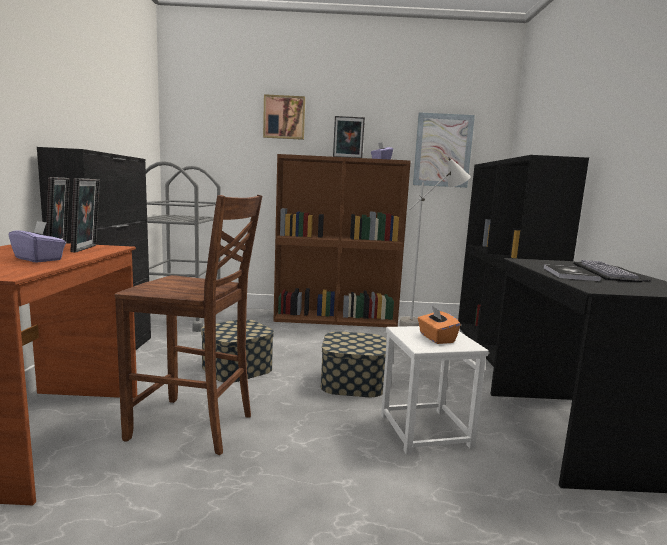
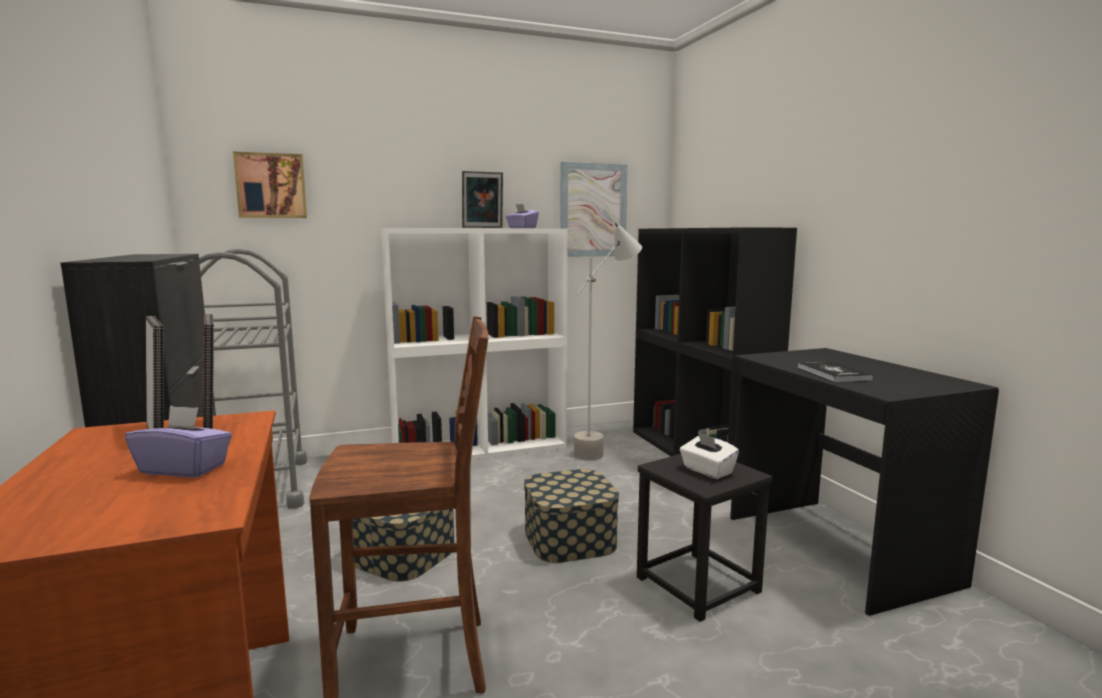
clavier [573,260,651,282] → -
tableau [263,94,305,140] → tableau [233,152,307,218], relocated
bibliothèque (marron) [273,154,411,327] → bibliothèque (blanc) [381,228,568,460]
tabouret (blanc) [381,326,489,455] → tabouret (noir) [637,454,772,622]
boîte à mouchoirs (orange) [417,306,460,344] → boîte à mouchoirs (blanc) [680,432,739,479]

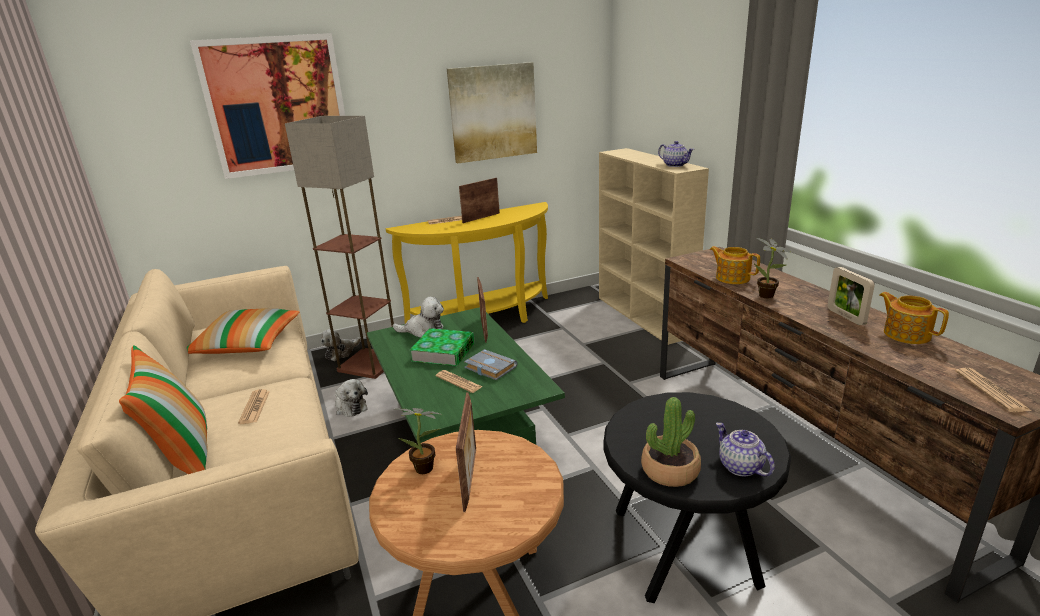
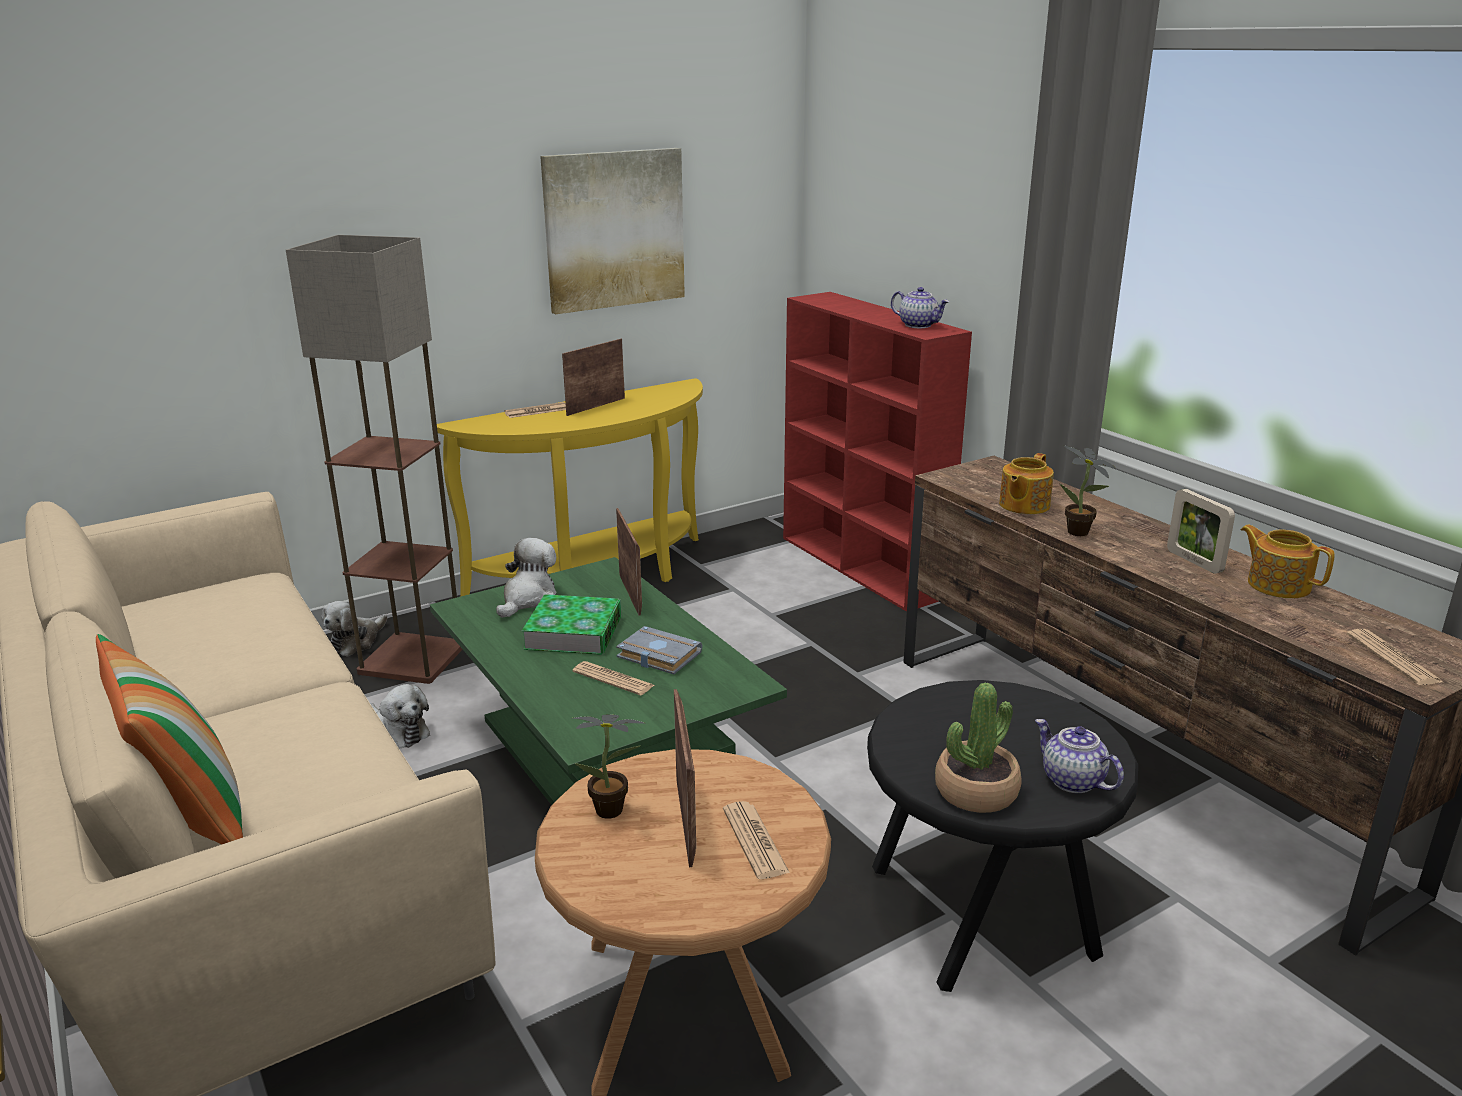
coussin [187,308,299,354] → -
tableau [190,33,345,179] → -
journal [238,389,270,424] → journal [723,801,790,879], relocated
bibliothèque (beige) [599,148,709,345] → bibliothèque (rouge) [783,292,972,612]
peluche [392,297,444,338] → peluche [496,538,556,618], 60 degrees counterclockwise
théière [710,246,760,284] → théière [999,453,1054,514], 90 degrees counterclockwise

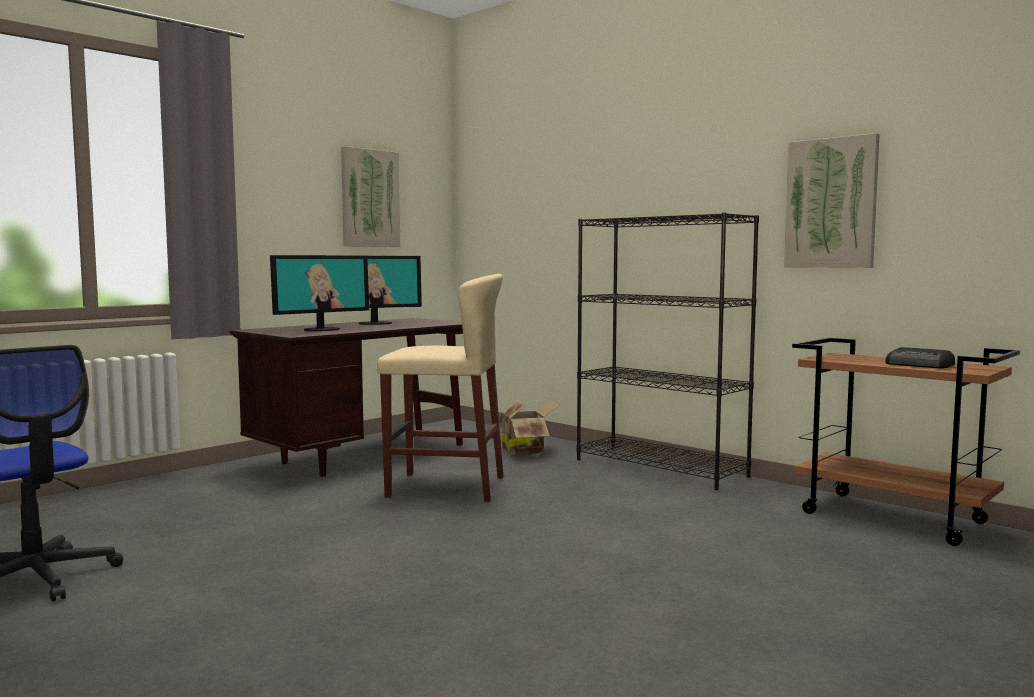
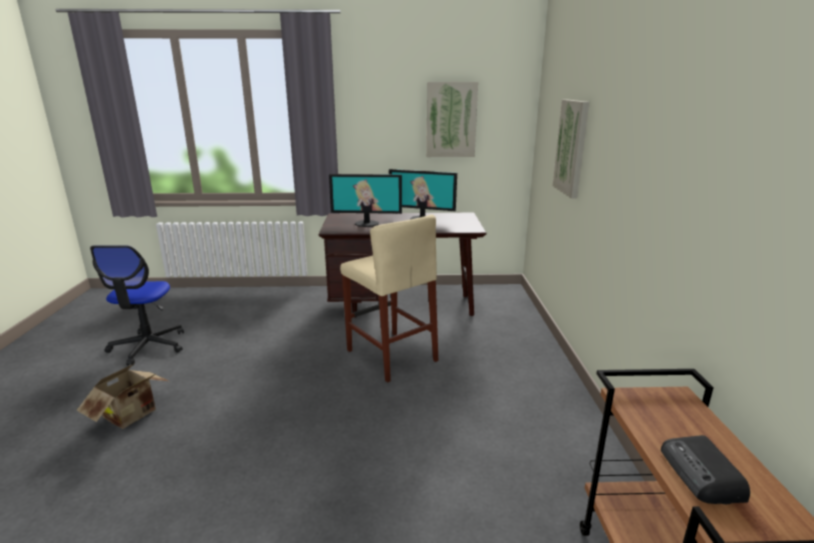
bibliothèque (noir) [576,212,759,490] → -
carton [499,398,560,456] → carton [76,363,171,429], relocated
tableau [784,133,880,268] → tableau [553,99,589,199], relocated

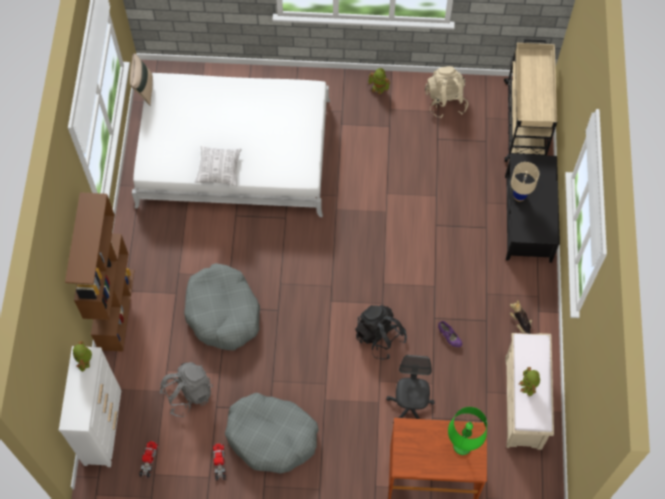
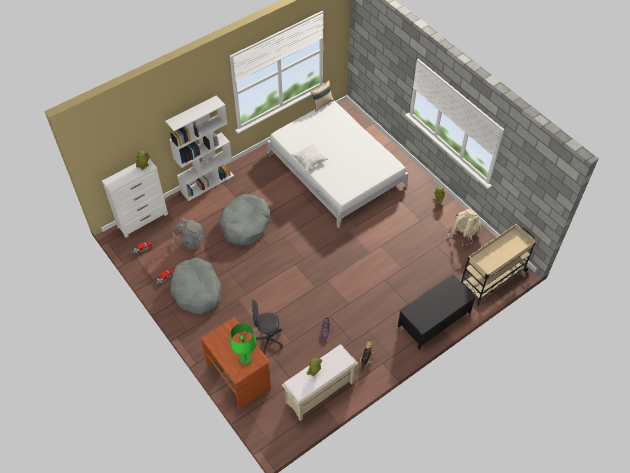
sac à dos (noir) [355,305,407,360] → -
lampe de table (beige) [511,162,539,202] → -
bibliothèque (marron) [65,192,135,352] → bibliothèque (blanc) [165,96,234,201]
chaise de bureau (gris) [386,355,435,424] → chaise de bureau (gris) [252,300,283,354], 150 degrees counterclockwise

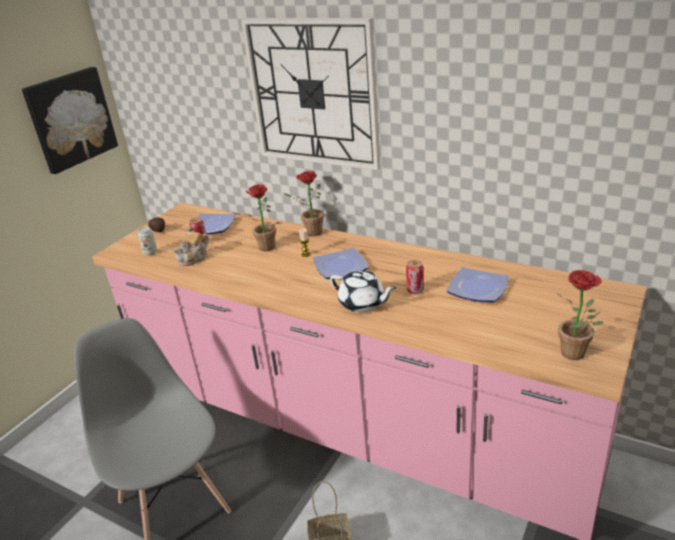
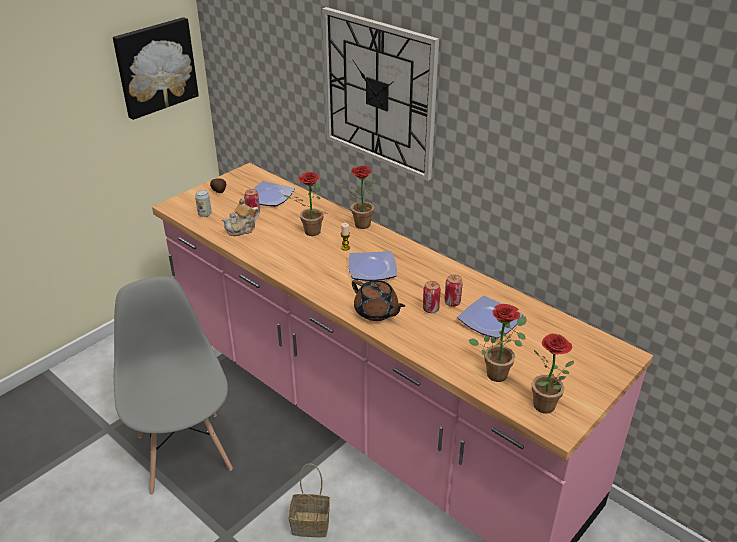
- → boîte métallique [444,275,463,307]
- → plante en pot [469,304,526,382]
théière (blanc) [330,270,396,312] → théière (marron) [352,280,405,321]

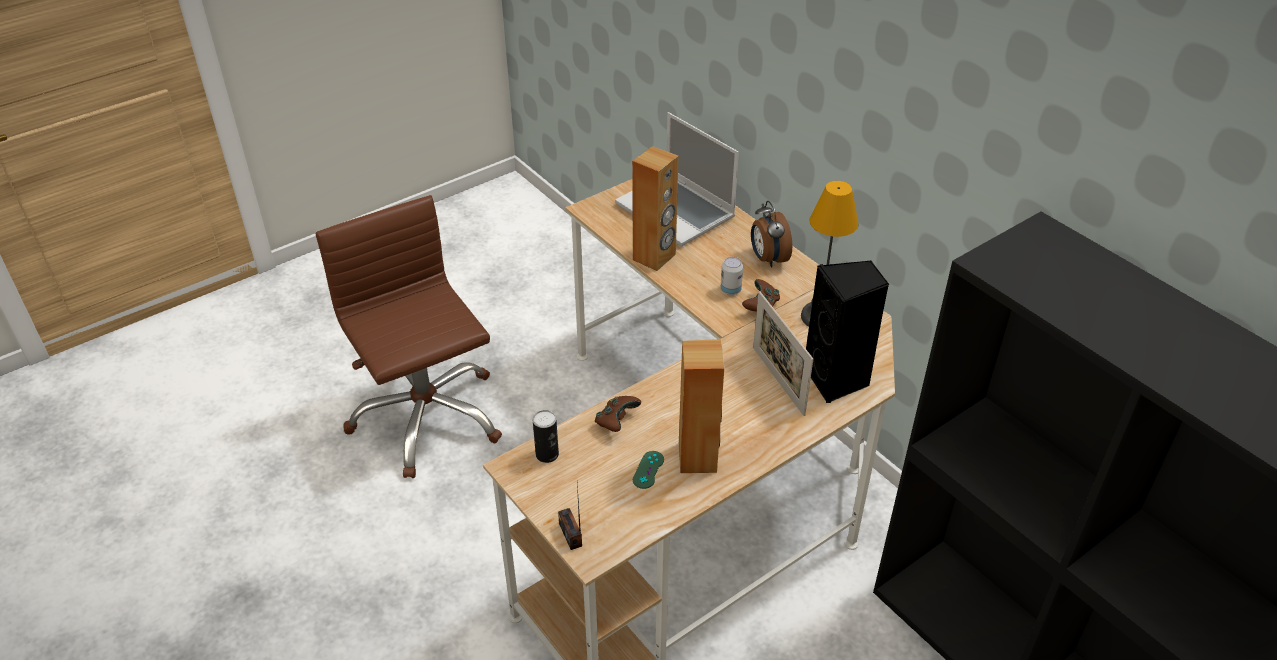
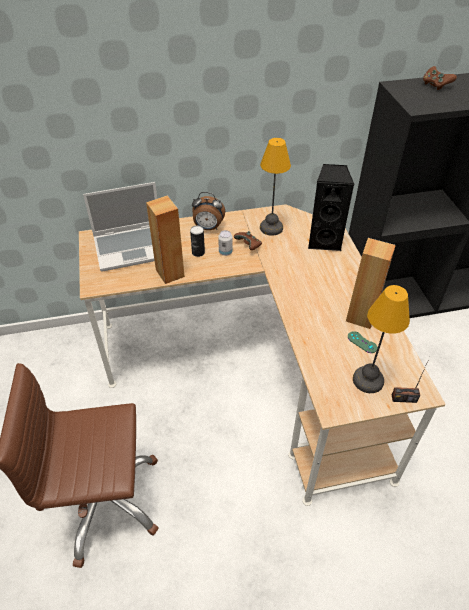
cadre photo [753,291,813,416] → -
- → lampe de table [353,285,410,393]
boîte métallique [533,410,559,463] → boîte métallique [190,225,205,257], relocated
manette (marron) [595,396,641,432] → manette (marron) [423,66,457,90], relocated

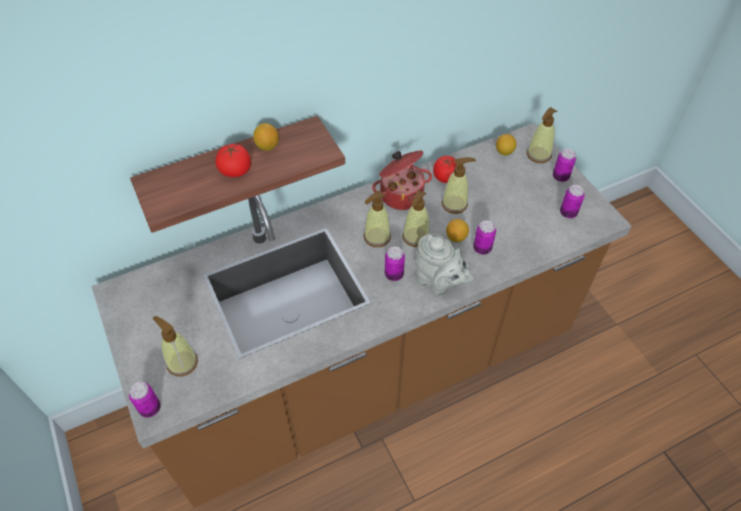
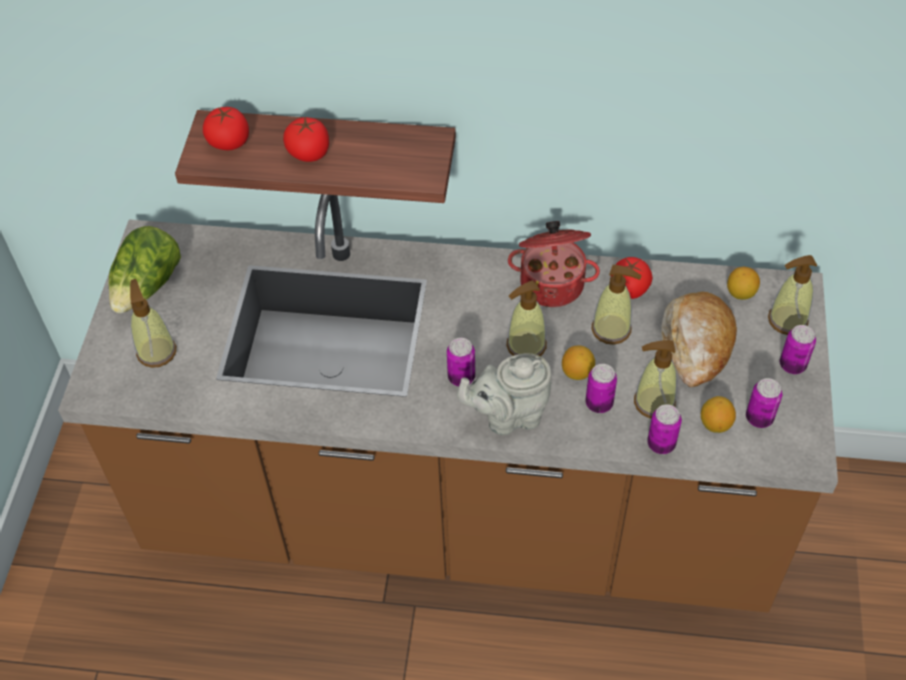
- → laitue [108,226,181,314]
- → tomate [203,107,249,150]
- → pain [661,292,737,387]
boîte métallique [129,382,161,418] → boîte métallique [647,404,682,454], relocated
citron [253,123,279,151] → citron [701,396,736,433], relocated
distributeur de savon [364,190,391,247] → distributeur de savon [634,340,677,419], relocated
théière (gris) [415,234,475,295] → théière (gris) [457,353,552,435], 90 degrees clockwise

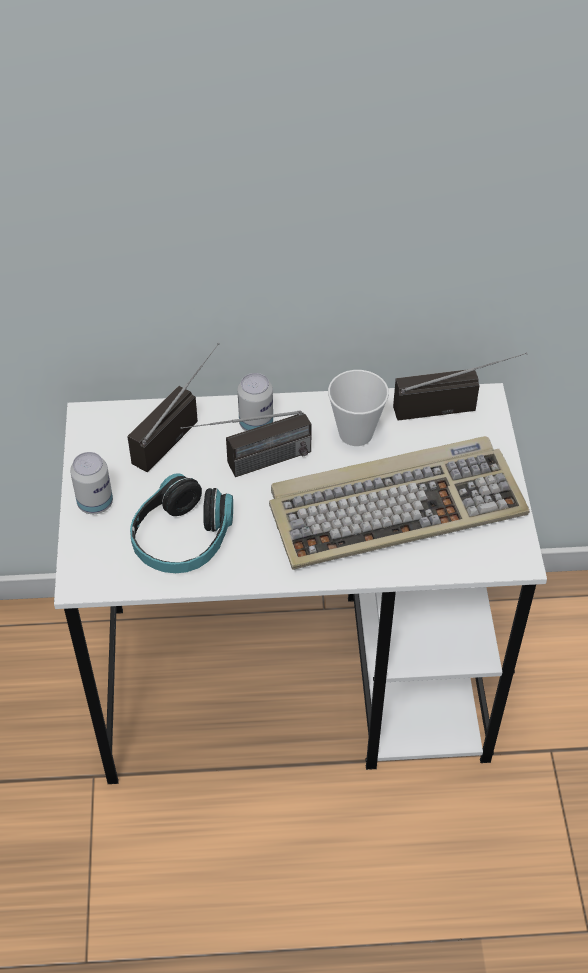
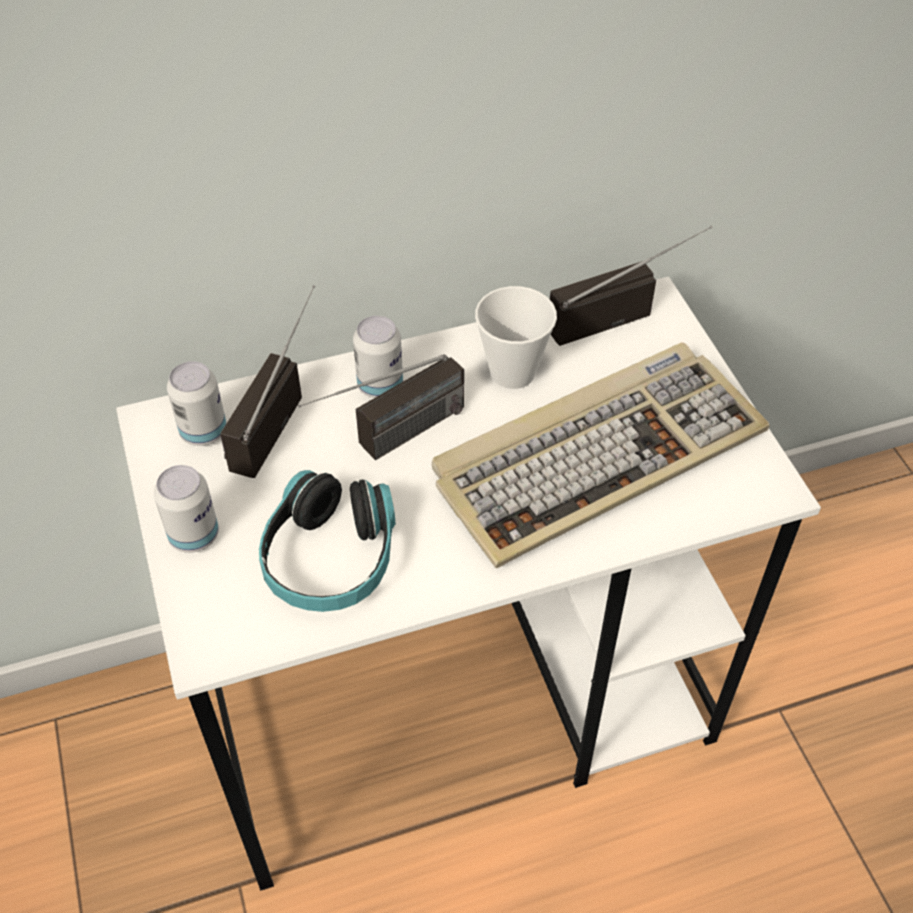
- → boîte métallique [167,361,226,446]

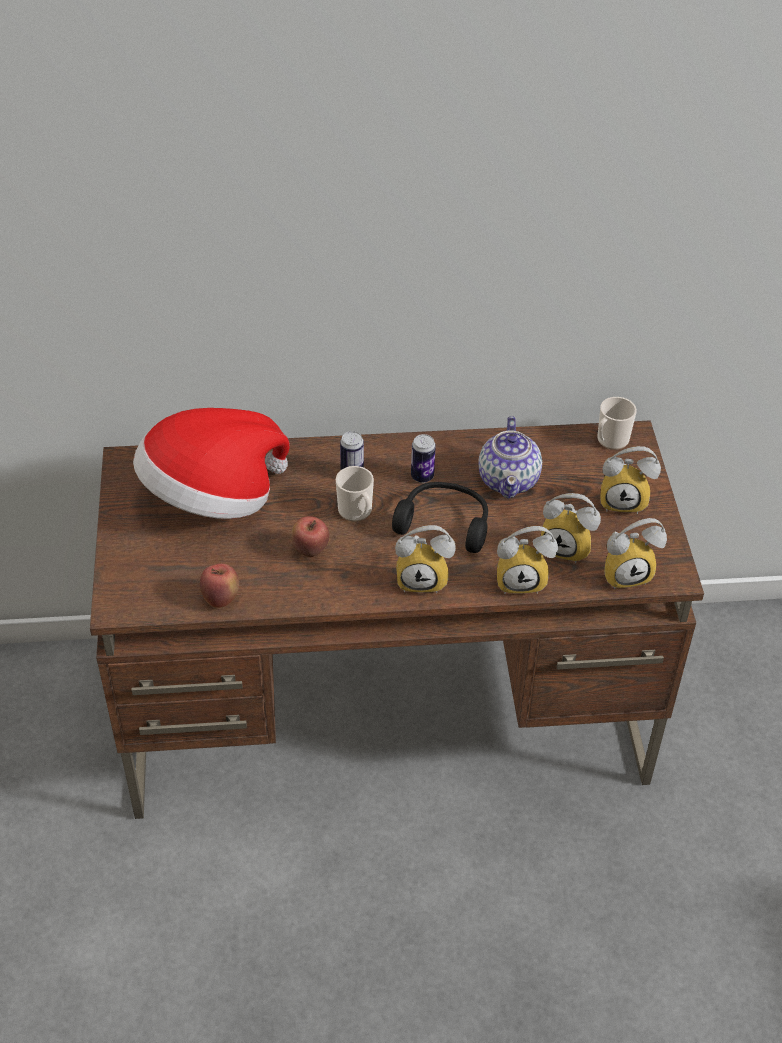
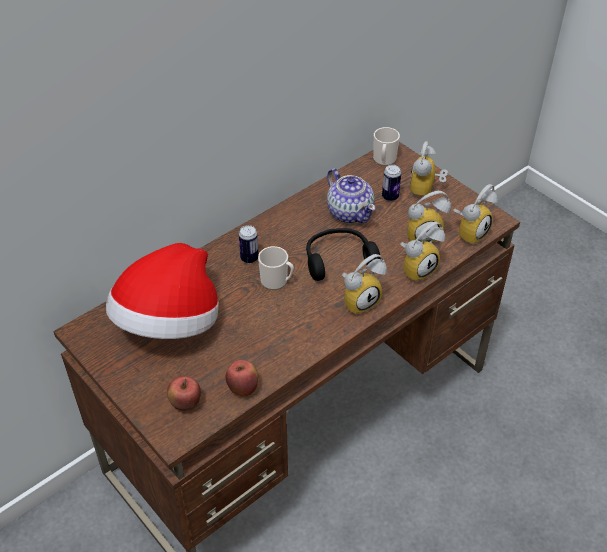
pomme [291,516,330,557] → pomme [167,376,201,411], relocated
boîte métallique [411,434,436,483] → boîte métallique [382,165,401,201], relocated
réveil [600,446,661,514] → réveil [410,141,448,200], 135 degrees clockwise

